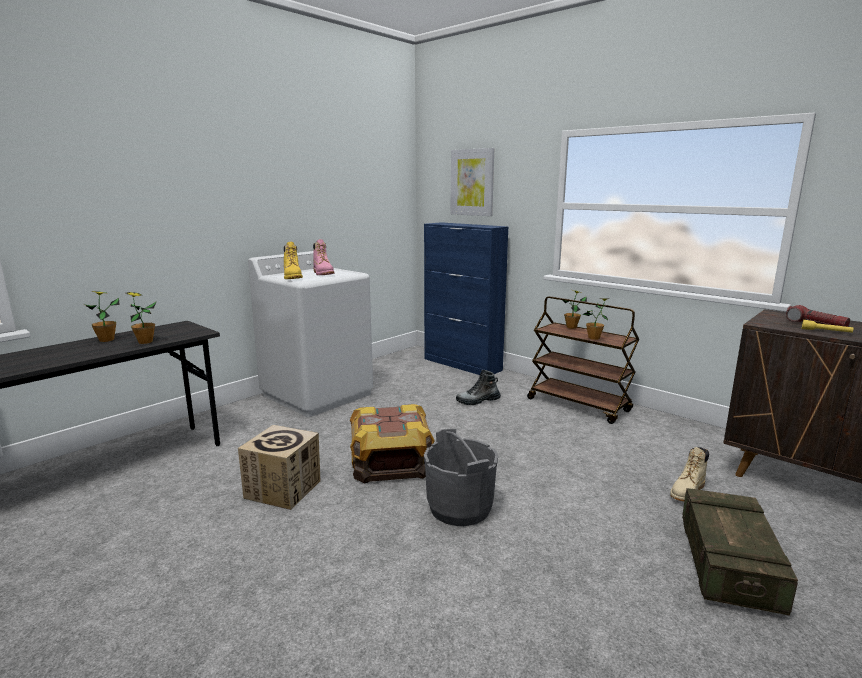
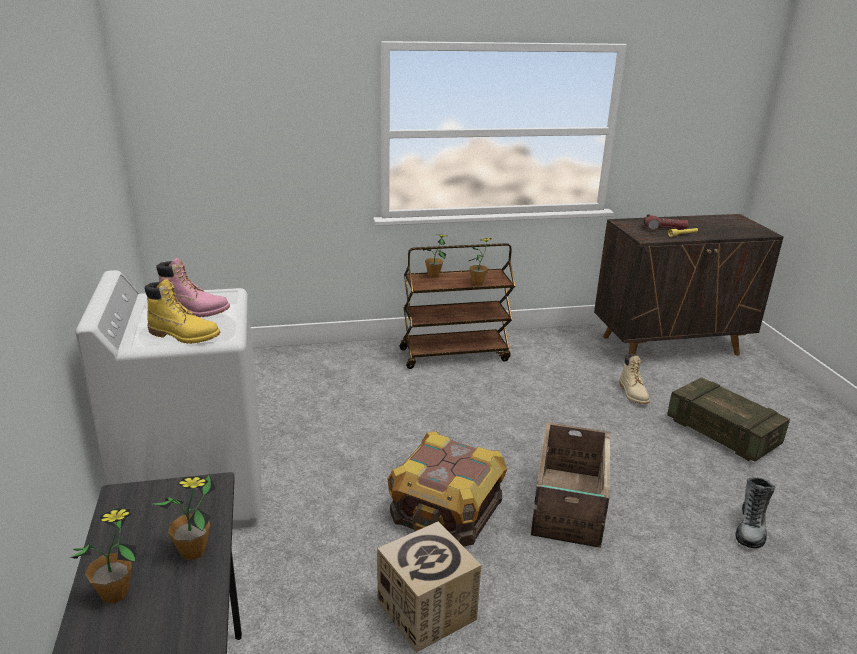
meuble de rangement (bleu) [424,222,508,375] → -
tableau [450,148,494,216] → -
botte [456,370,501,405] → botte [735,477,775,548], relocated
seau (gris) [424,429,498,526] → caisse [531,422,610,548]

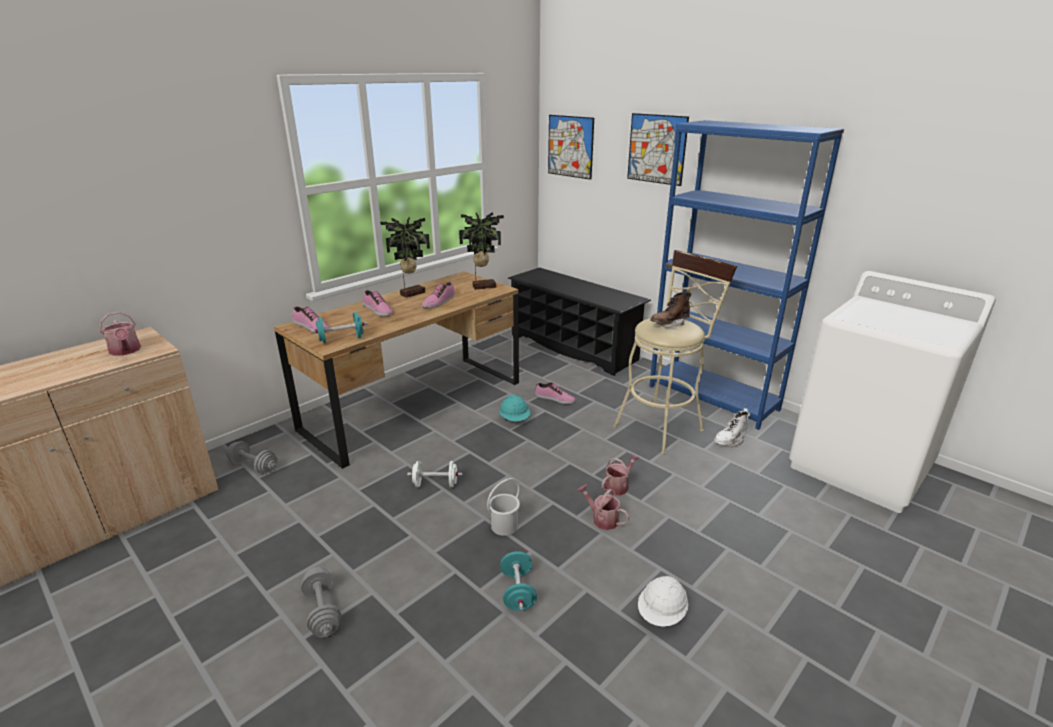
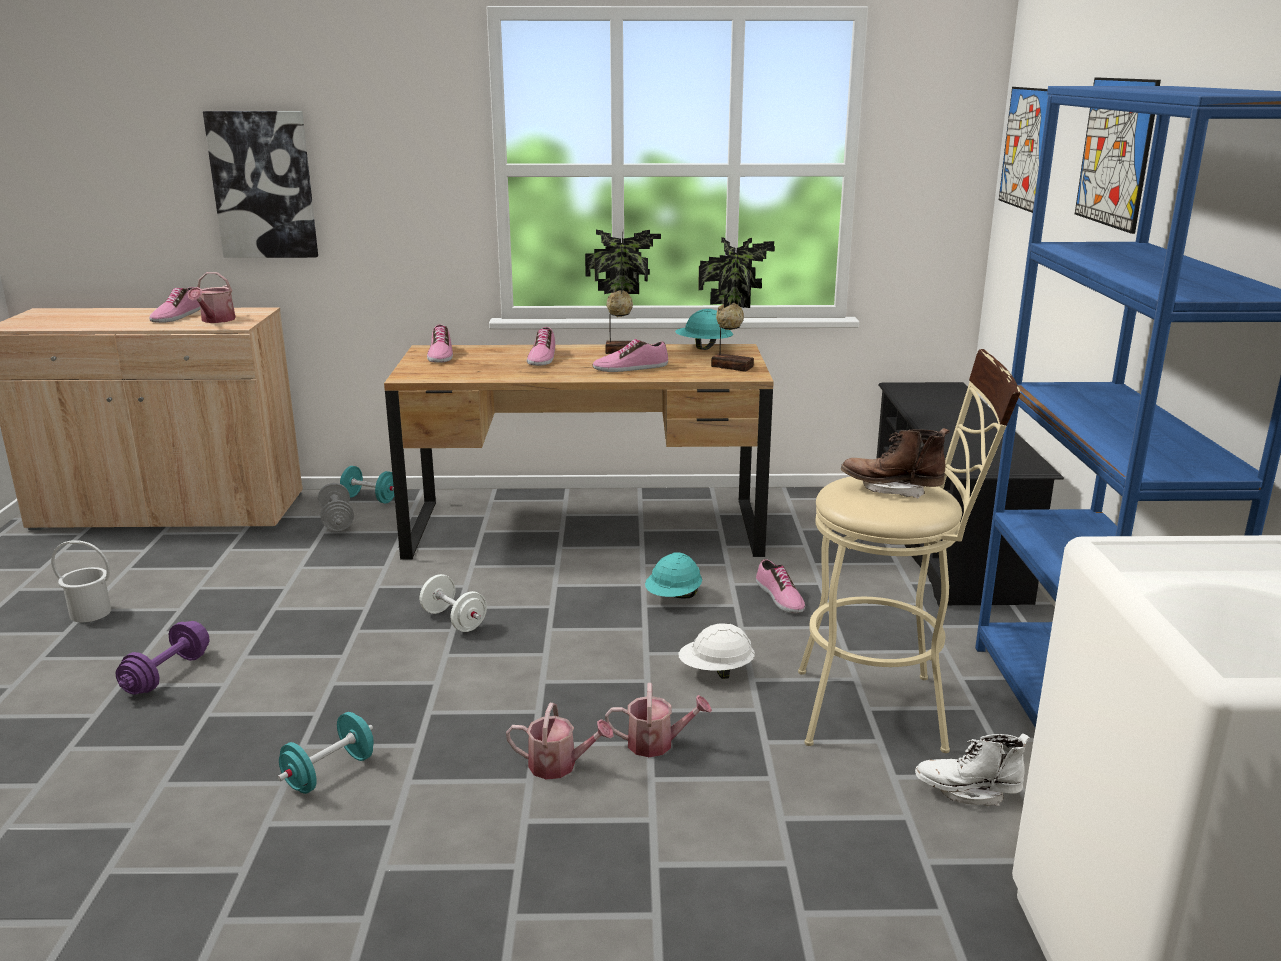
- → chaussure [149,287,200,323]
- → tableau [203,111,318,258]
- → casque de chantier (turquoise) [675,309,733,350]
haltère (turquoise) [311,312,368,343] → haltère (turquoise) [340,466,394,503], relocated
seau (blanc) [487,478,520,536] → seau (blanc) [51,540,111,622], relocated
casque de chantier (blanc) [638,576,688,627] → casque de chantier (blanc) [679,623,755,679], relocated
haltère (gris) [301,567,341,638] → haltère (violet) [116,621,210,695]
arrosoir [577,484,630,530] → arrosoir [506,703,614,779], 105 degrees clockwise

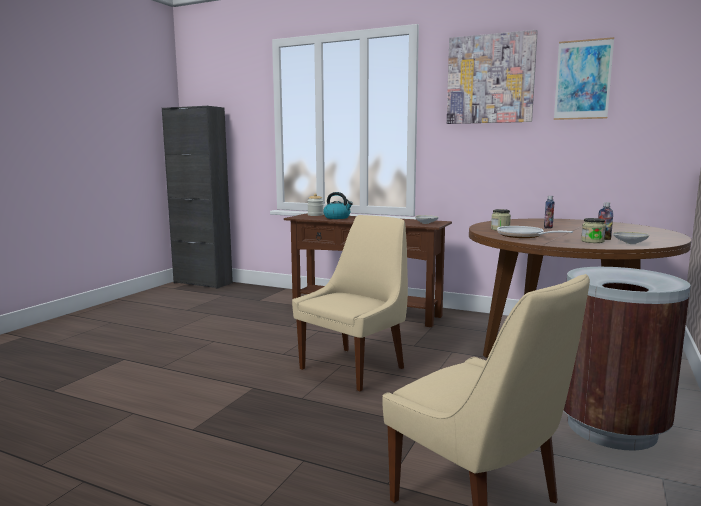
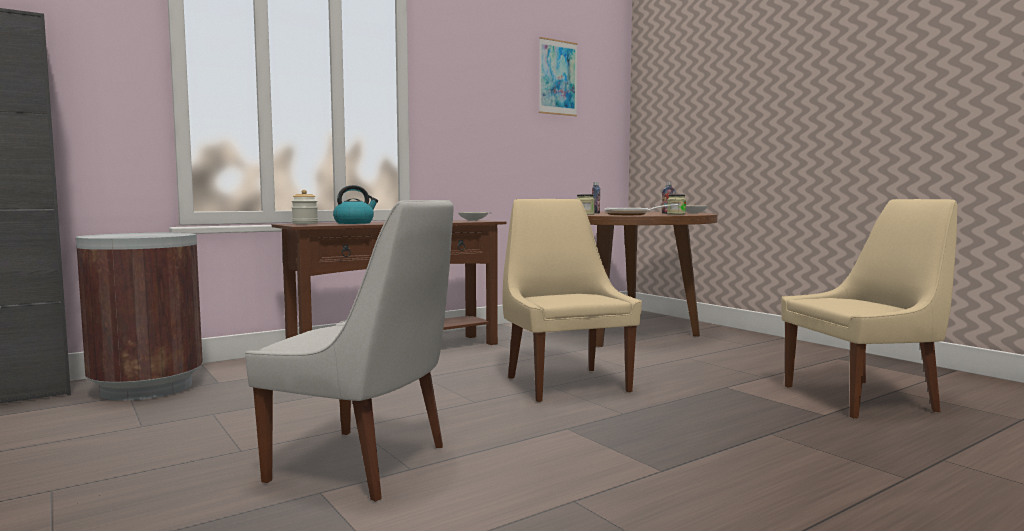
tableau [447,30,538,124] → -
- → chaise (blanc) [245,200,454,502]
poubelle (marron) [563,267,691,451] → poubelle (marron) [76,233,203,401], relocated

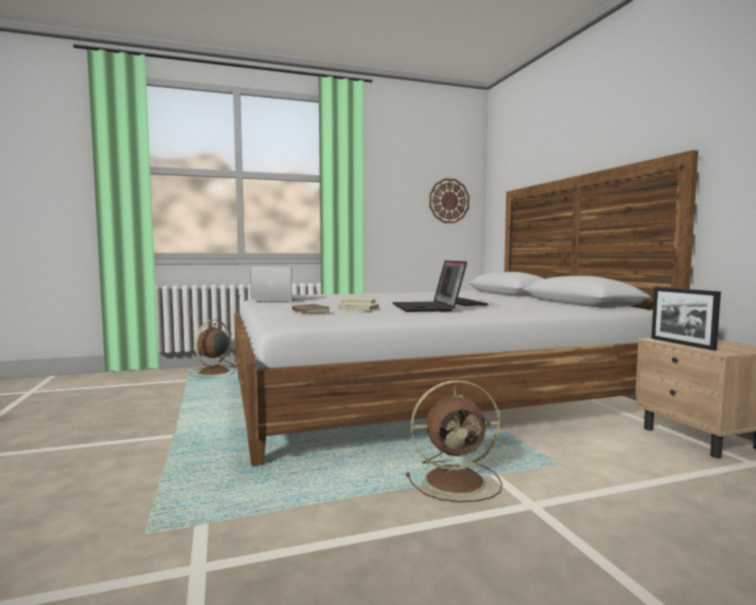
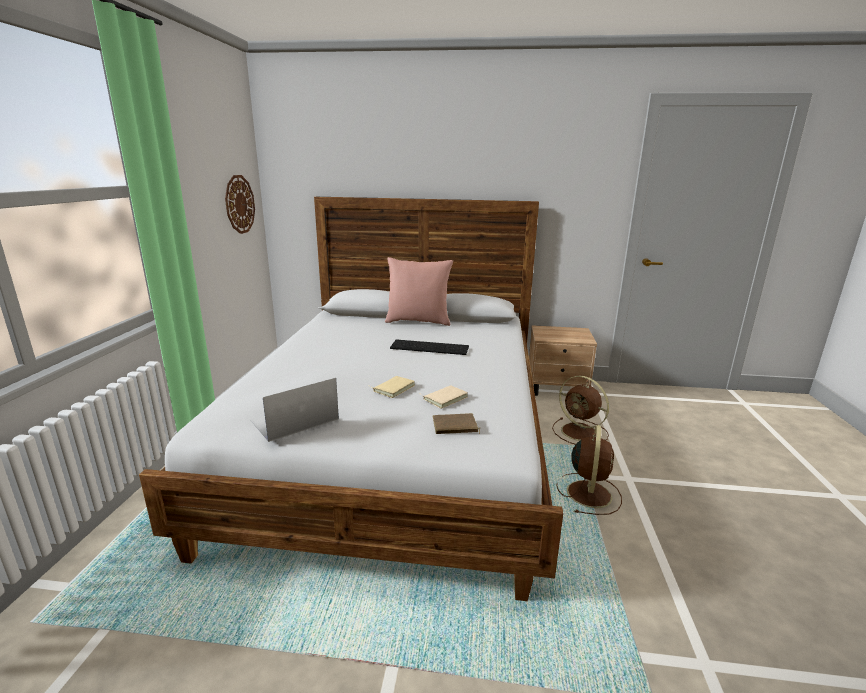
ordinateur portable [392,261,467,312] → -
cadre photo [651,287,721,350] → -
- → coussin (rose) [385,257,453,326]
ventilateur (marron) [190,320,237,378] → ventilateur (marron) [552,376,609,445], relocated

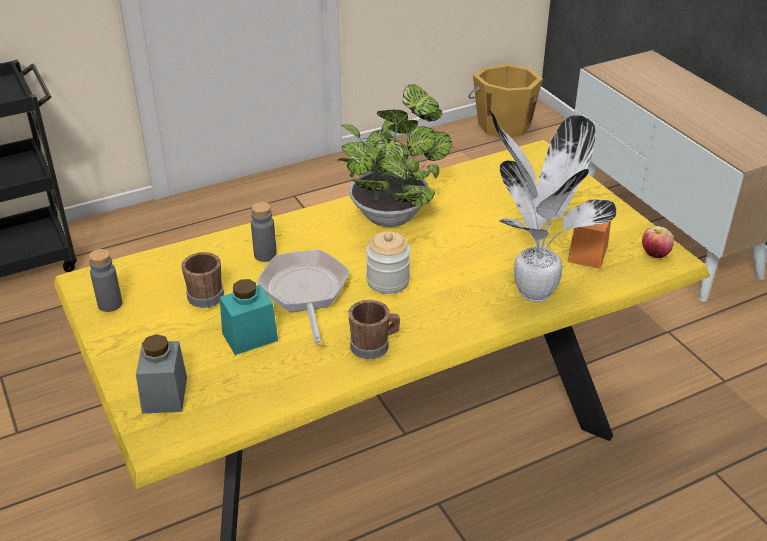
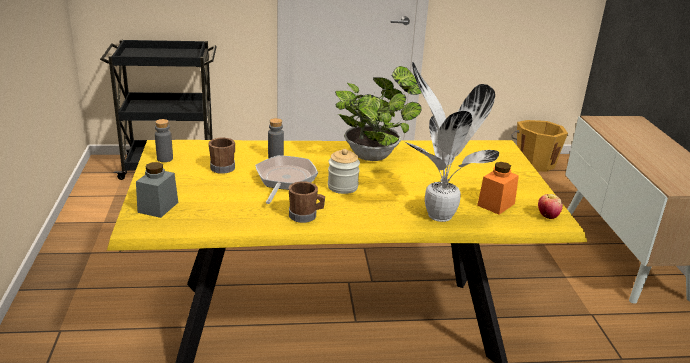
bocal (turquoise) [220,279,278,355] → -

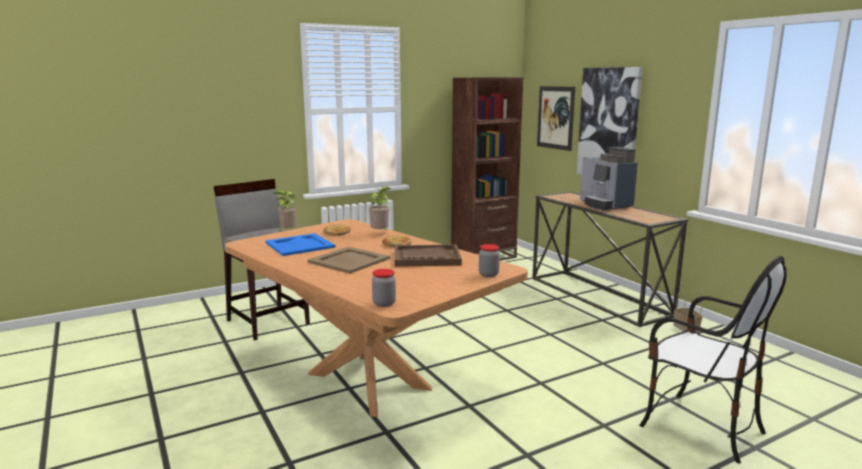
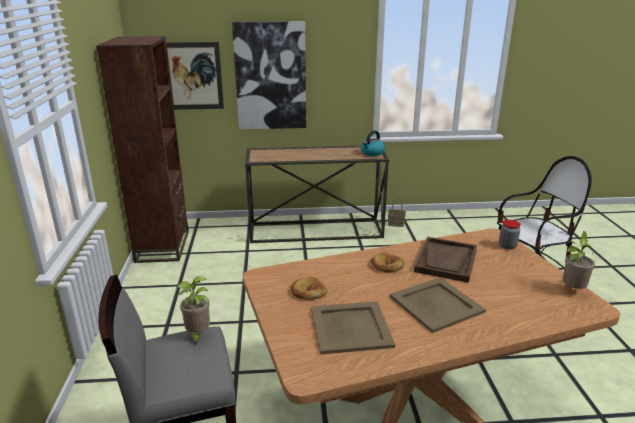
bocal [372,269,396,307] → -
machine à café [580,147,638,210] → -
- → bouilloire [361,130,385,156]
plante en pot [369,186,391,231] → plante en pot [560,231,595,289], relocated
plateau (bleu) [265,233,335,256] → plateau (beige) [311,301,395,354]

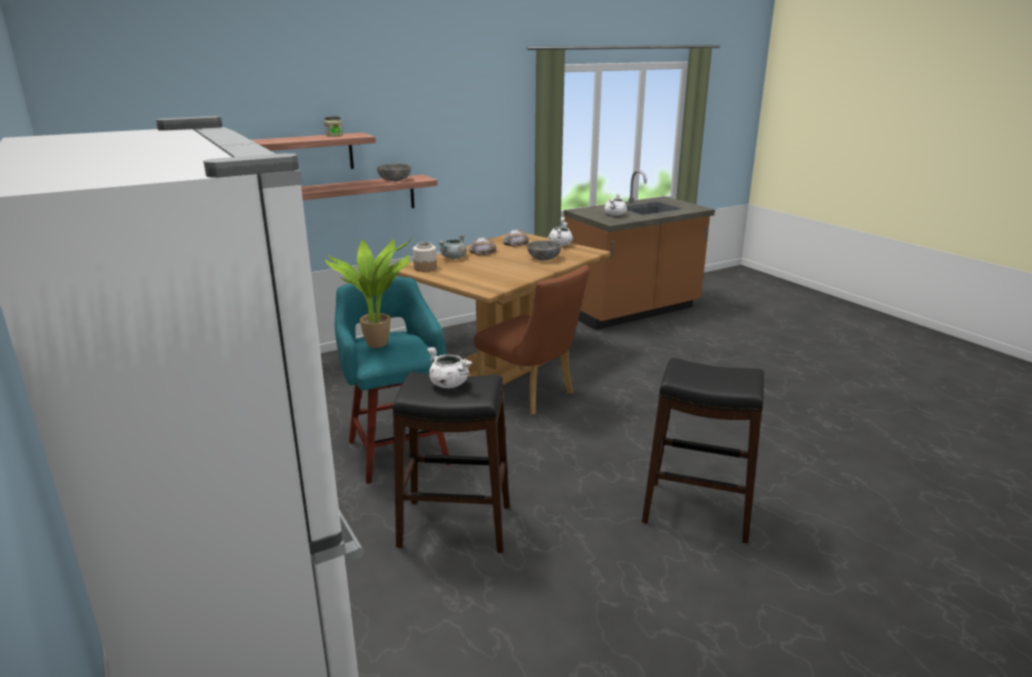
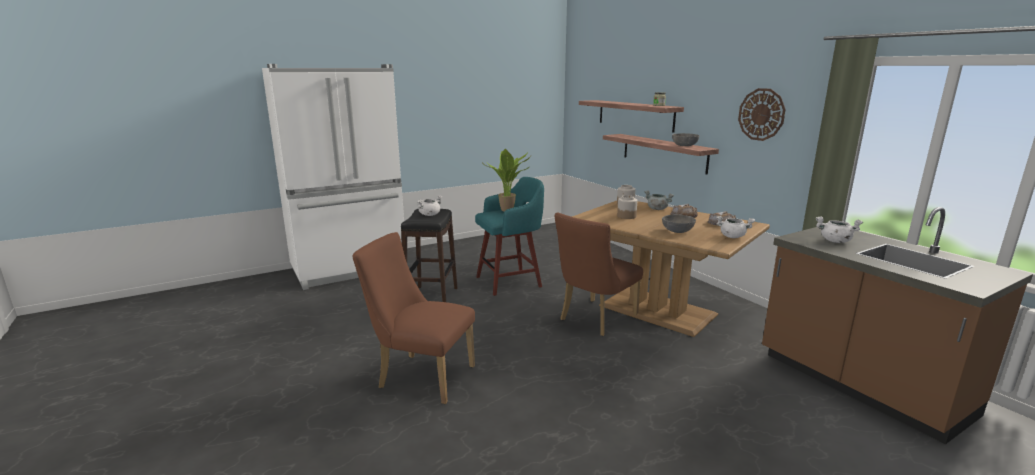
- → bocal [617,195,637,219]
- → horloge murale [738,88,786,141]
tabouret (noir) [642,358,764,544] → chaise (marron) [353,232,475,404]

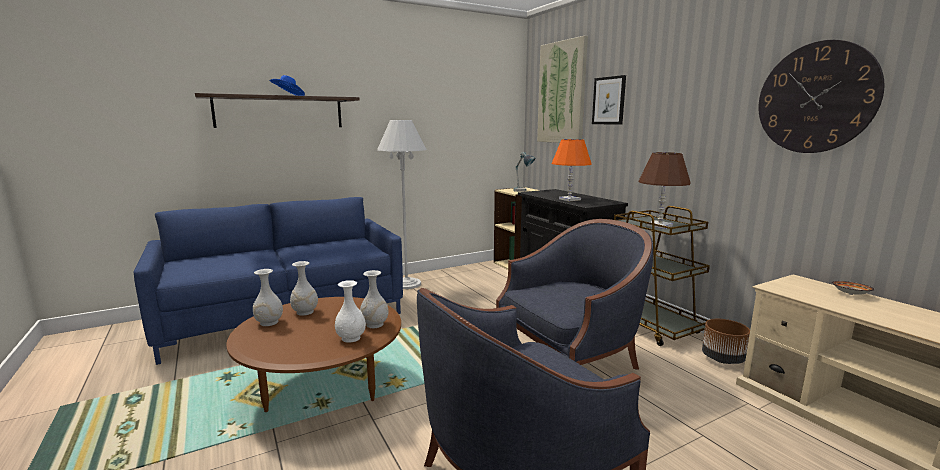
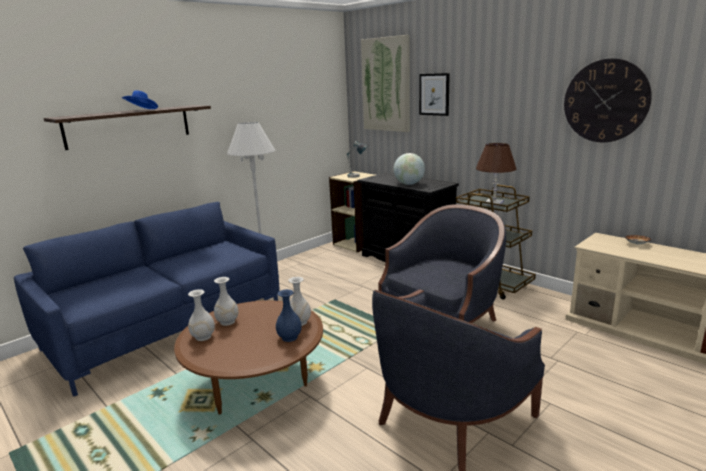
cache-pot (marron) [702,319,750,364] → -
lampe de table (orange) [552,139,591,202] → globe [394,153,425,185]
vase (blanc) [335,280,366,343] → vase (bleu) [276,289,302,342]

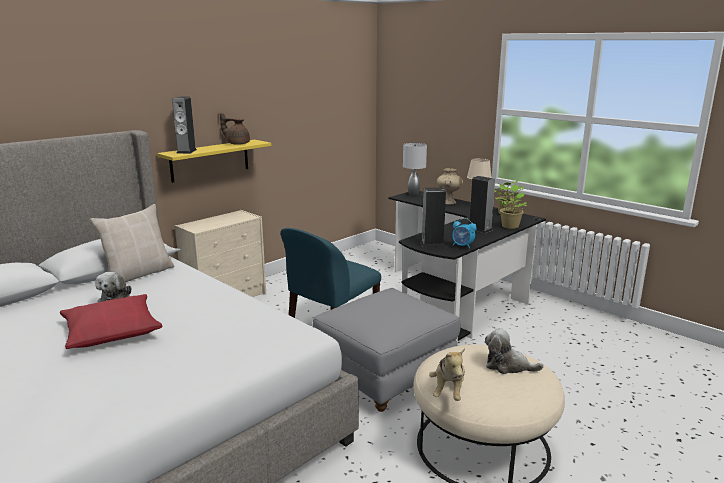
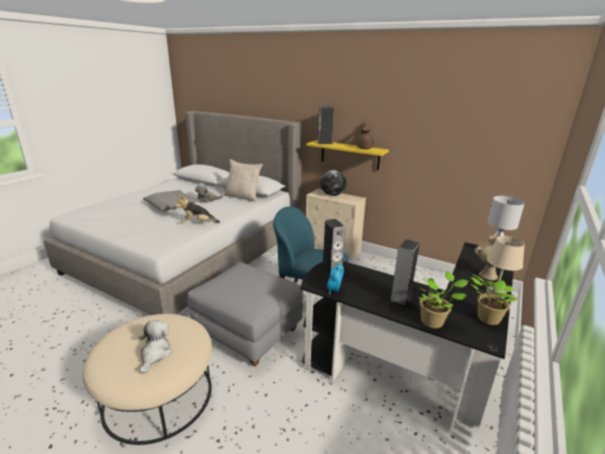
- → globe [321,170,347,196]
peluche [429,348,465,401] → peluche [175,195,220,223], relocated
coussin (rouge) [60,294,162,349] → coussin (gris) [143,190,200,211]

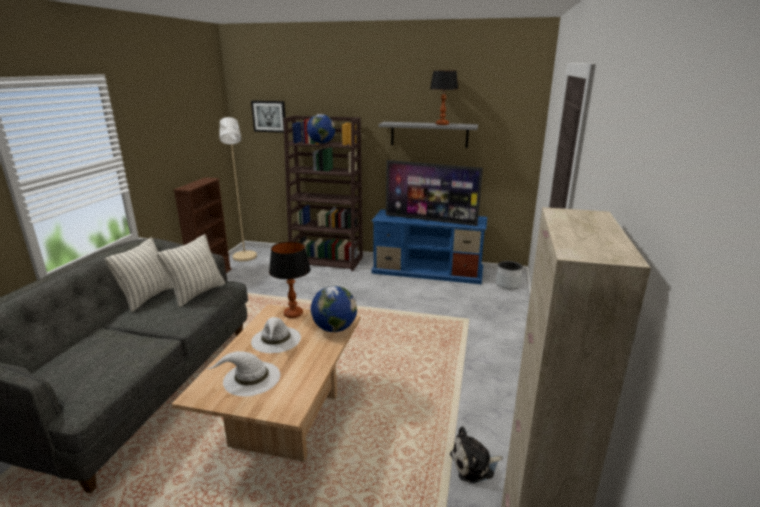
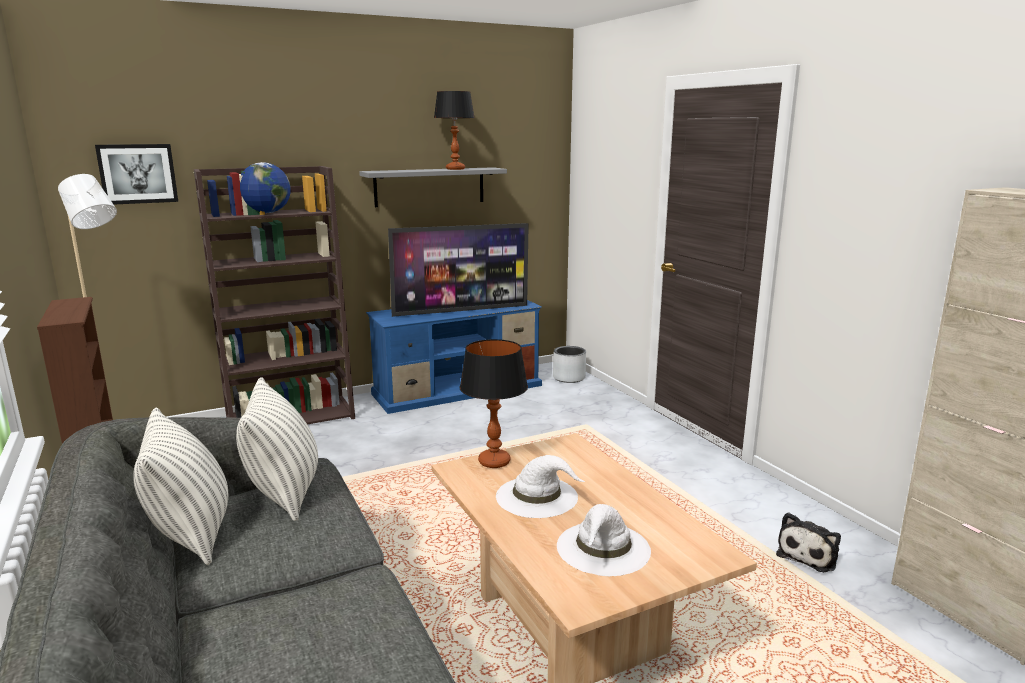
globe [311,286,357,332] → -

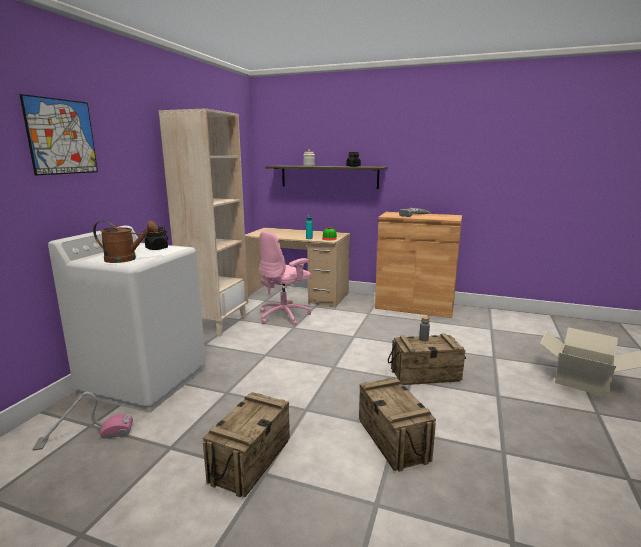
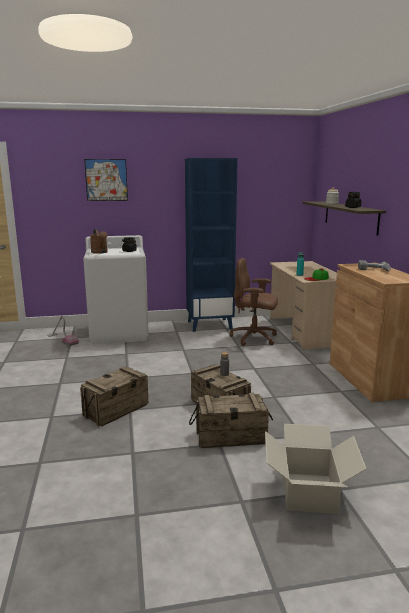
caisse [203,392,290,497] → caisse [189,393,273,448], relocated
bibliothèque (beige) [159,109,248,336] → bibliothèque (bleu) [185,158,238,332]
chaise de bureau (rose) [258,231,312,326] → chaise de bureau (marron) [229,258,278,346]

